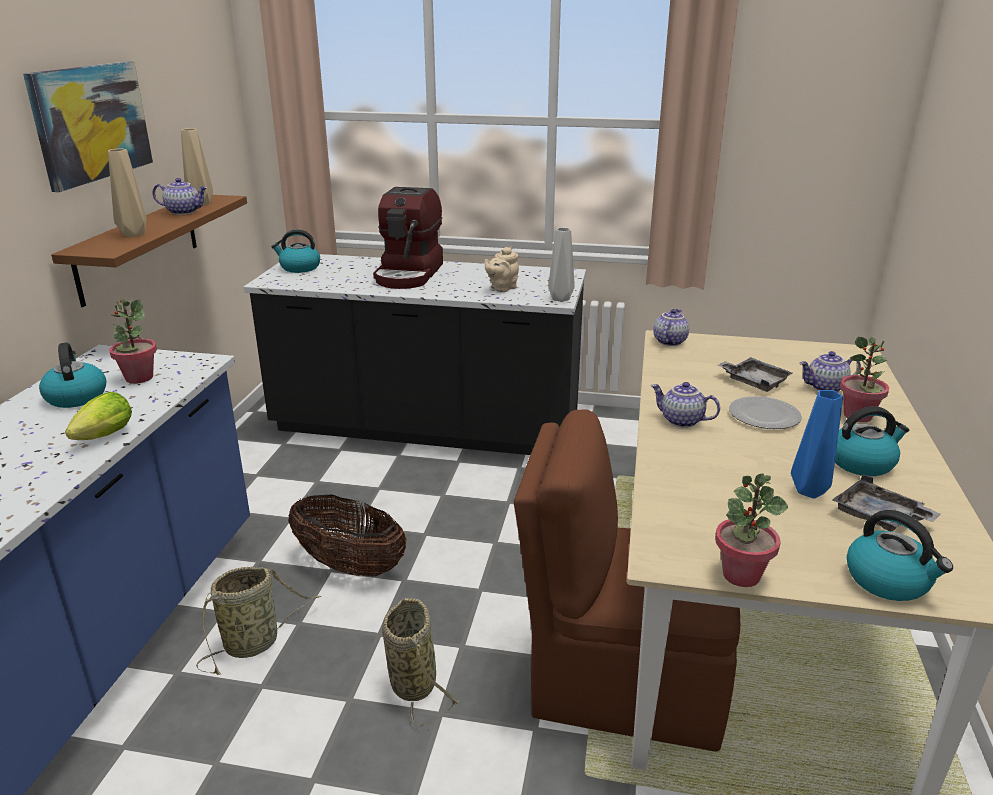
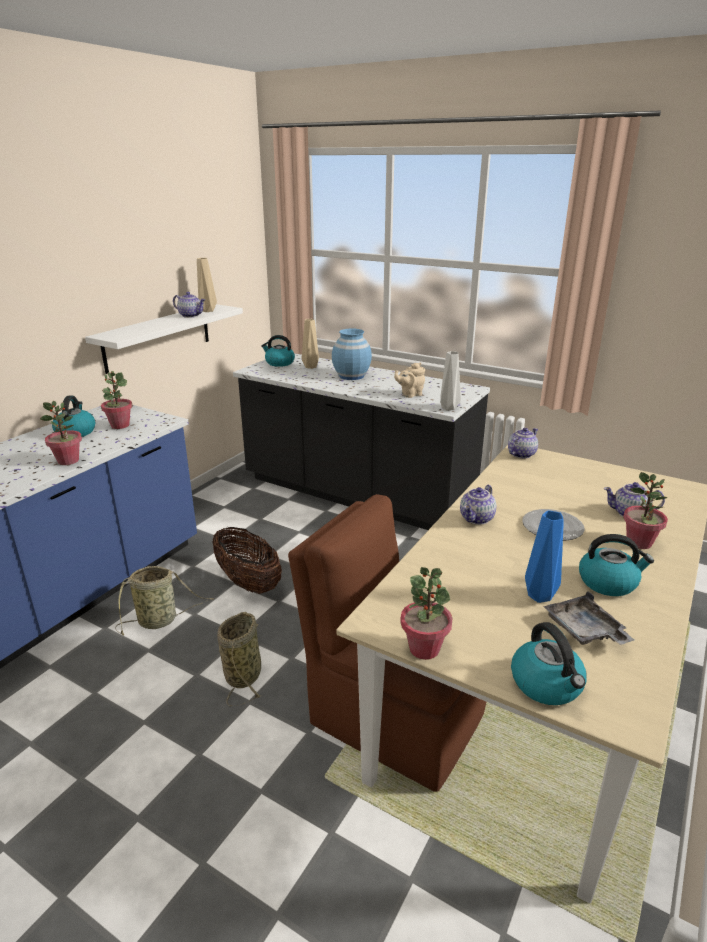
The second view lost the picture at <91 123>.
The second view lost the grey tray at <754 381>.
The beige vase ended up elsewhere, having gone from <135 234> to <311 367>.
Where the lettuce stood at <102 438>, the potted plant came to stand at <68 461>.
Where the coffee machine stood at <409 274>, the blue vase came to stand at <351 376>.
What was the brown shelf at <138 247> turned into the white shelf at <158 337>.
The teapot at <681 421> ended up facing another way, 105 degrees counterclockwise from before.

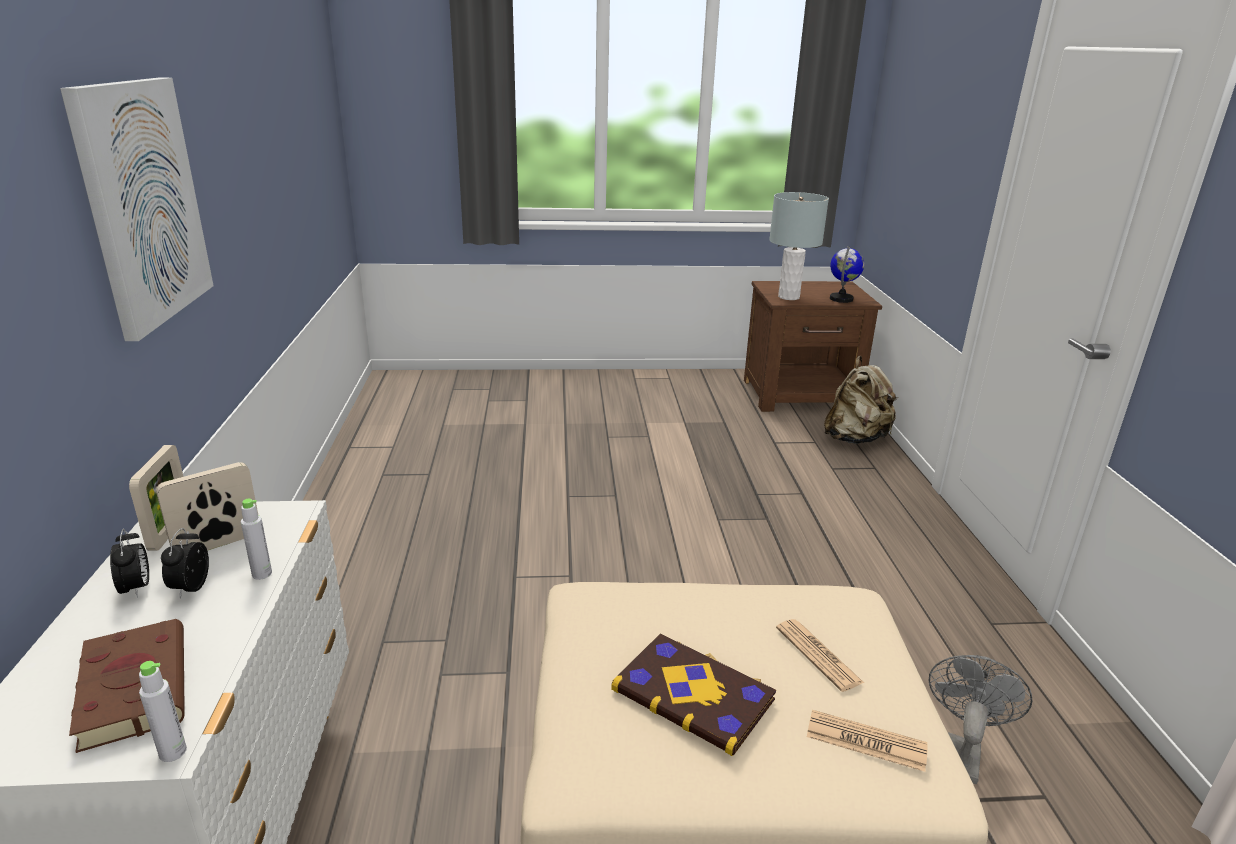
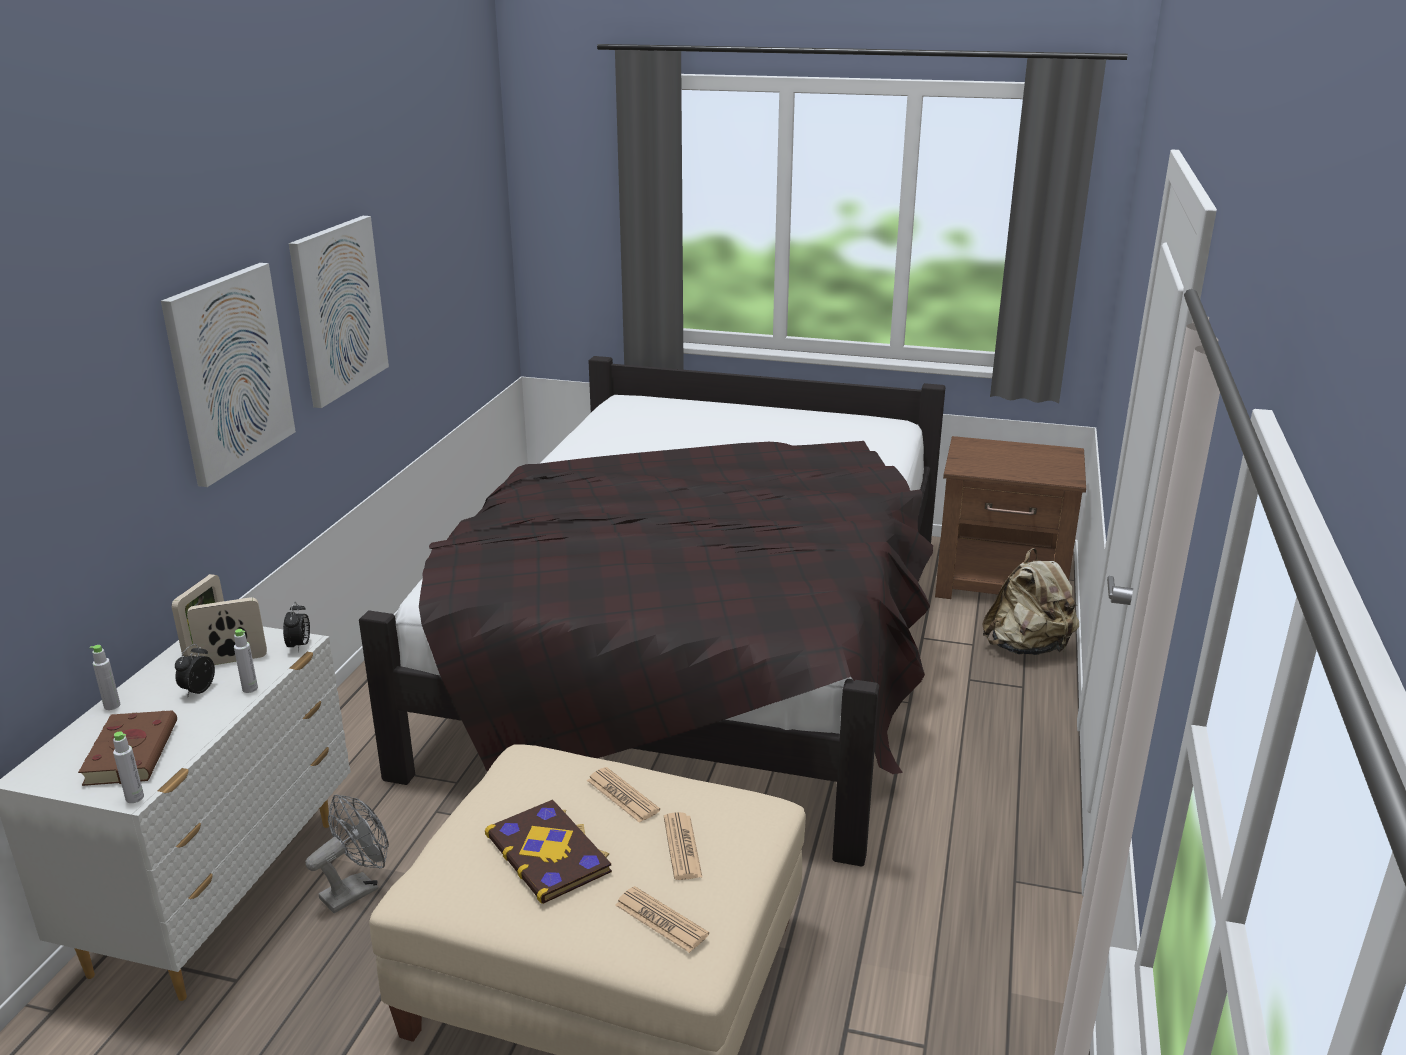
The second view lost the grey table lamp at <789 297>.
The second view lost the globe at <841 299>.
The second view gained the grey bottle at <112 706>.
The second view gained the picture at <338 309>.
The second view gained the black bed at <701 651>.
The second view gained the newspaper at <622 796>.
The alarm clock ended up elsewhere, having gone from <136 588> to <299 646>.
The grey fan ended up elsewhere, having gone from <961 752> to <357 889>.

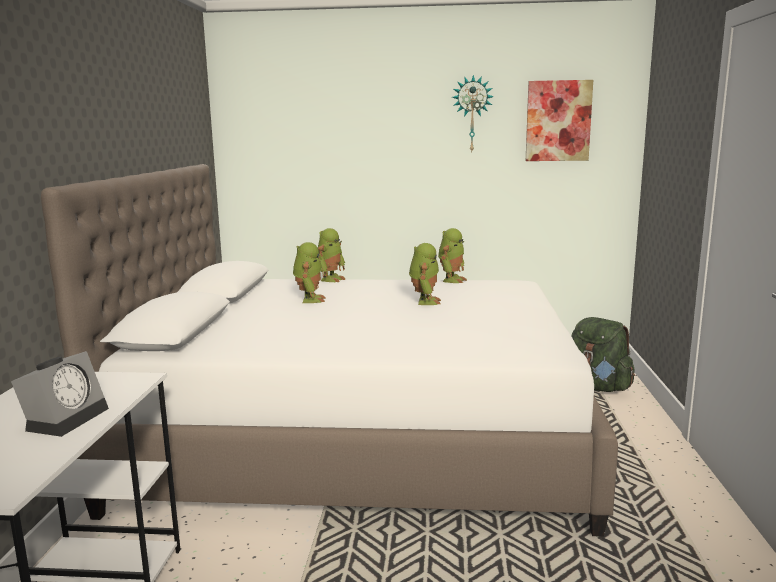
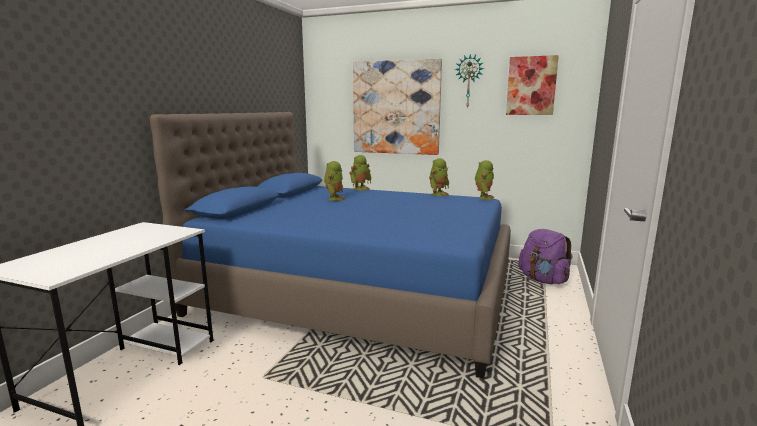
The second view lost the alarm clock at <67 418>.
The second view gained the picture at <396 108>.
The toy robot ended up elsewhere, having gone from <424 301> to <483 197>.
What was the white bed at <361 438> turned into the blue bed at <358 292>.
What was the green backpack at <596 387> turned into the purple backpack at <543 280>.

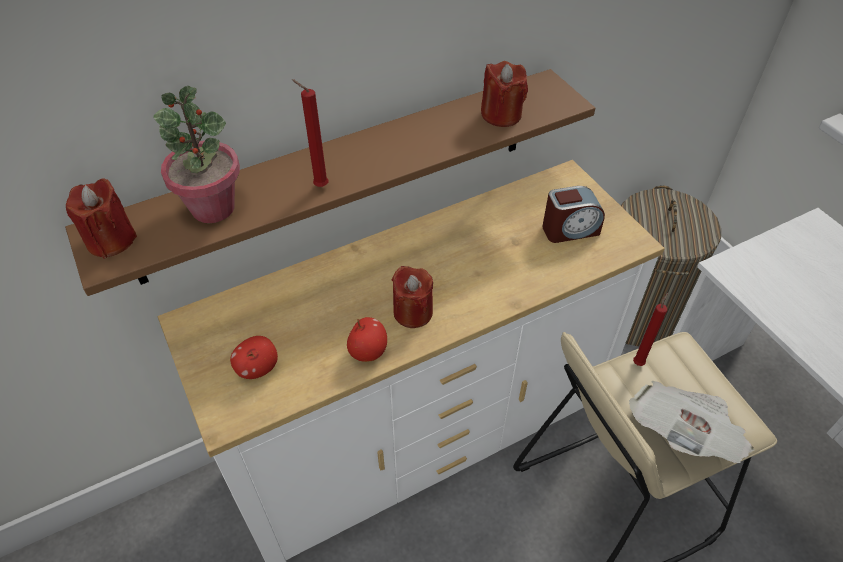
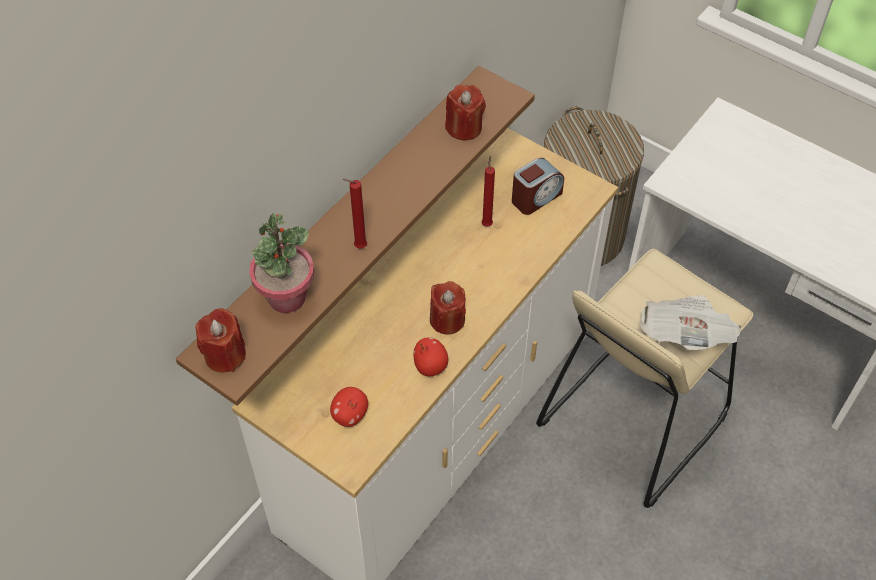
The red candle ended up elsewhere, having gone from <639 362> to <487 223>.

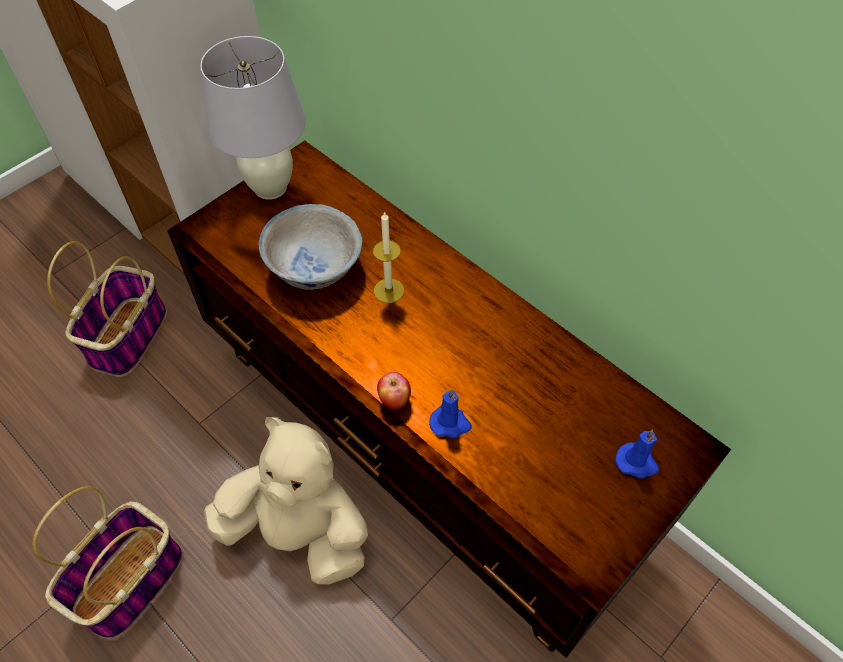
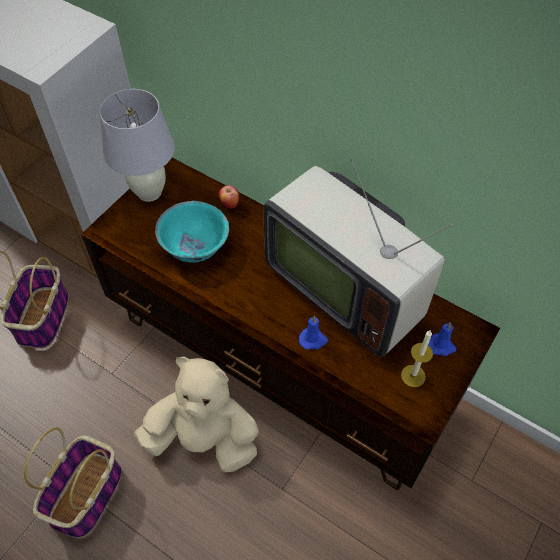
The second view gained the television at <346 287>.
The candle ended up elsewhere, having gone from <388 290> to <413 376>.
The apple ended up elsewhere, having gone from <394 400> to <229 204>.
What was the white bowl at <314 266> turned into the turquoise bowl at <194 245>.

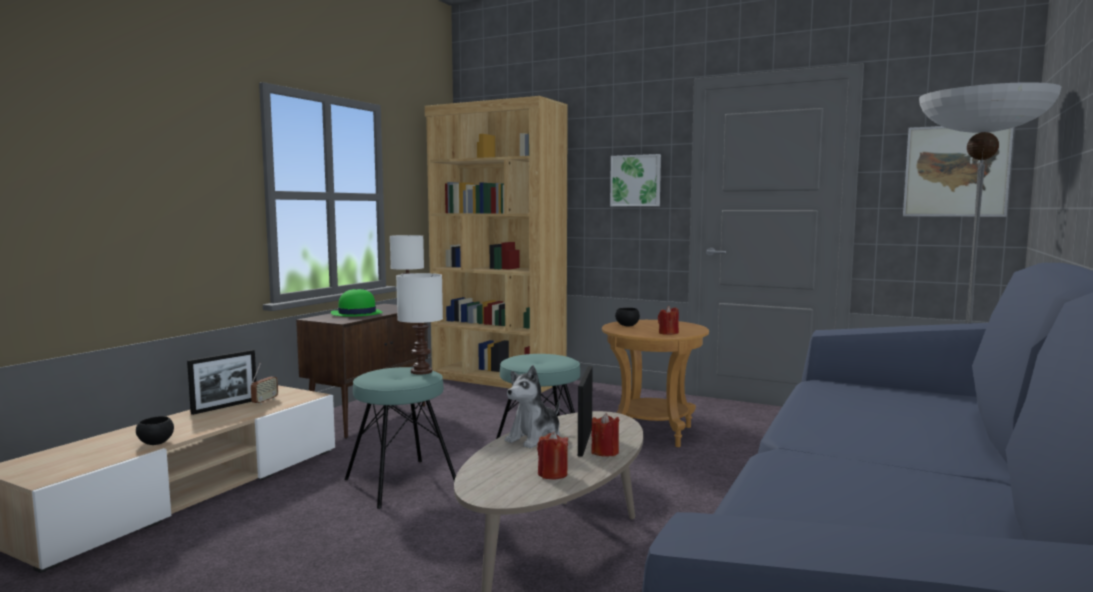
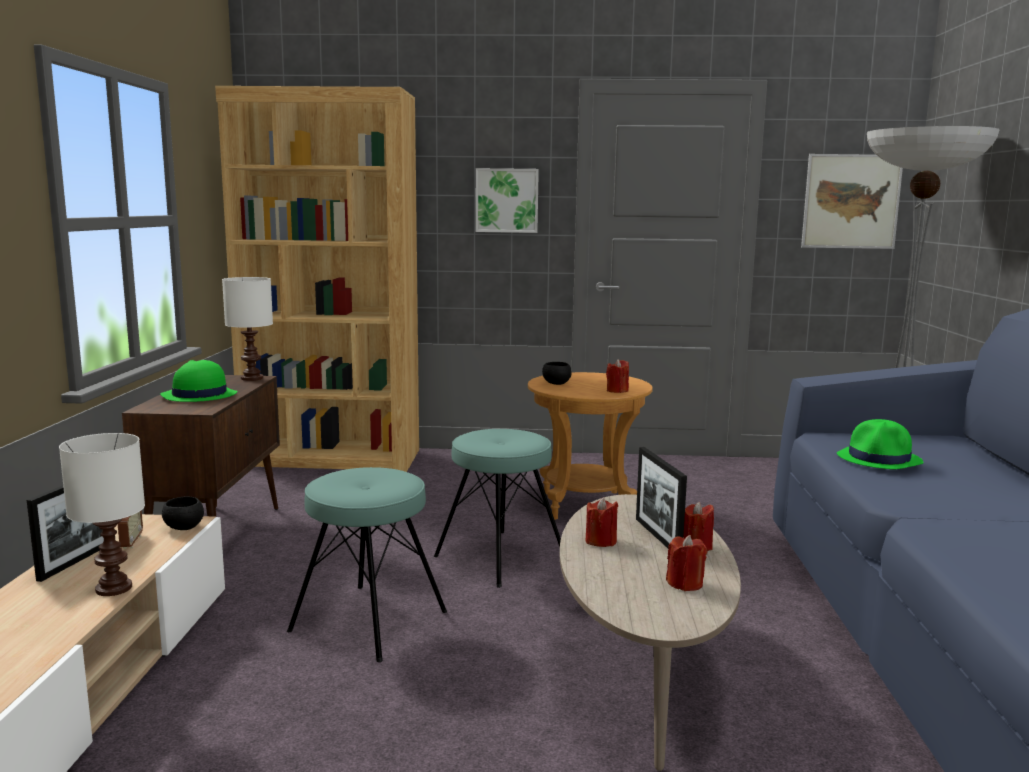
The second view gained the green hat at <879 459>.
The black bowl ended up elsewhere, having gone from <156 443> to <184 528>.
The white table lamp ended up elsewhere, having gone from <422 372> to <115 589>.
Where the plush toy stood at <535 438>, the red candle came to stand at <601 541>.

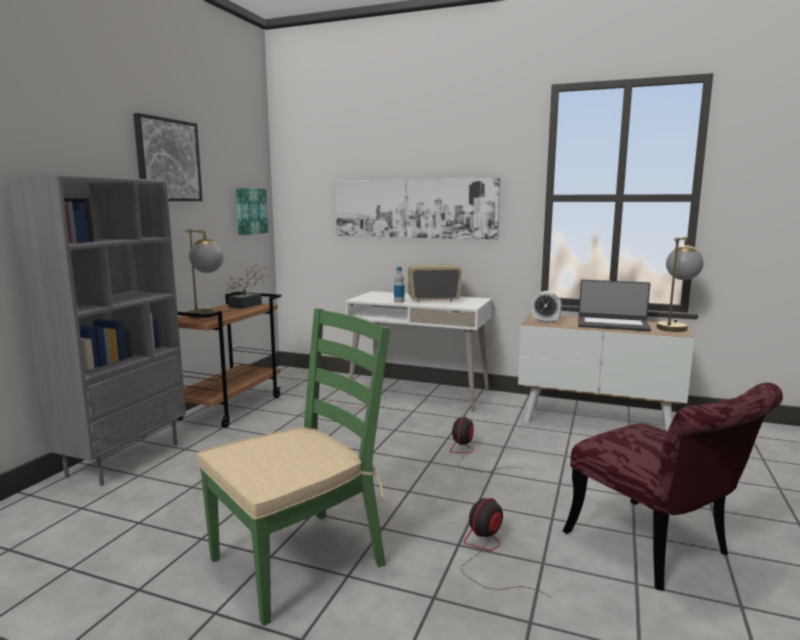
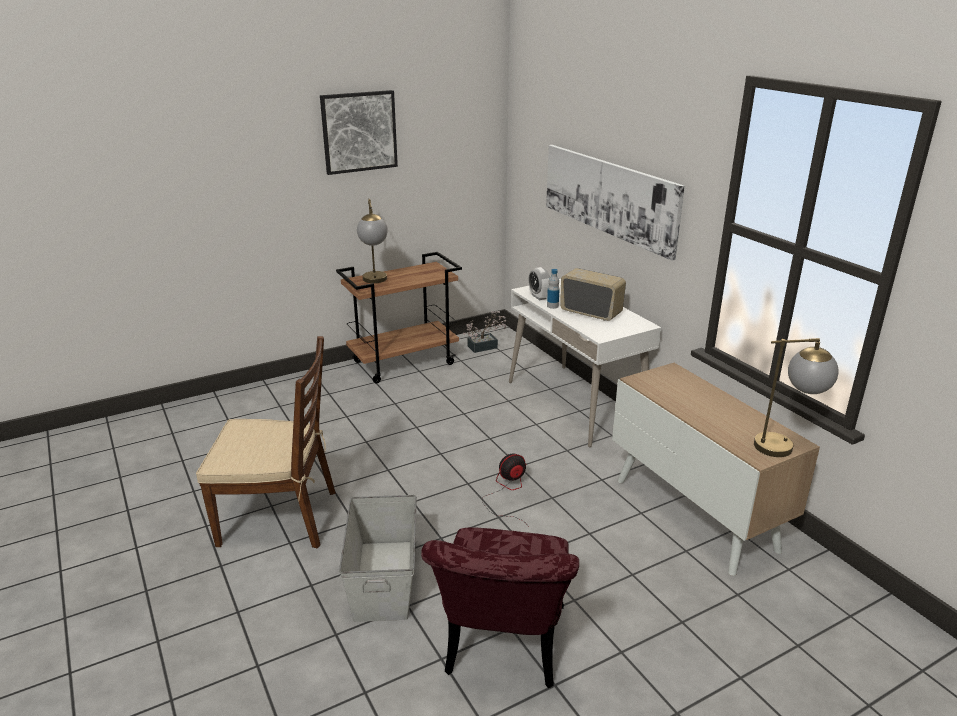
The second view lost the grey bookcase at <124 459>.
The second view lost the picture at <250 211>.
The second view lost the laptop at <612 324>.
The potted plant ended up elsewhere, having gone from <248 305> to <485 346>.
The alarm clock ended up elsewhere, having gone from <545 321> to <539 297>.
Where the fan stood at <488 554>, the grey storage box came to stand at <384 578>.
What was the green chair at <299 561> turned into the brown chair at <280 517>.

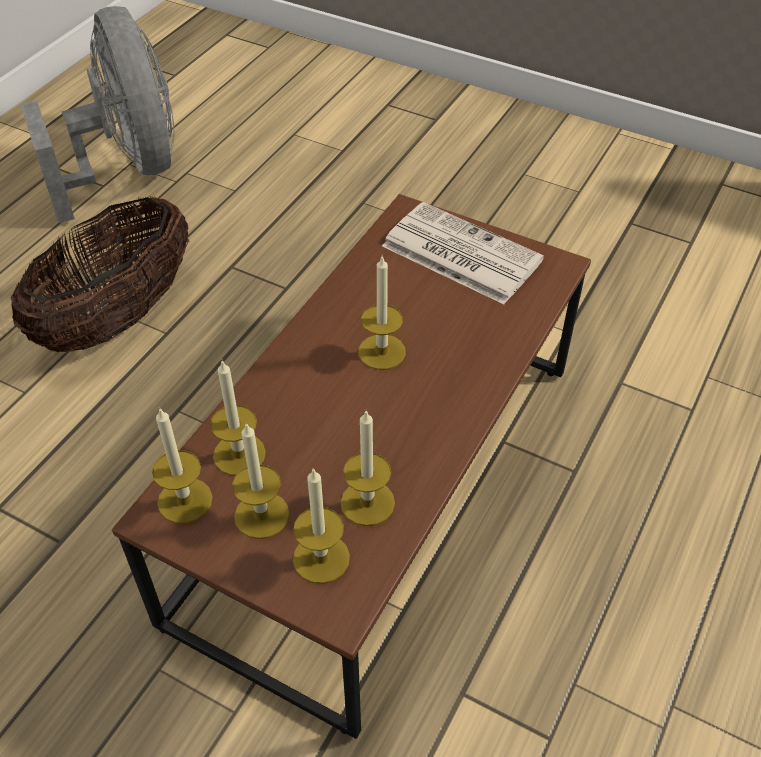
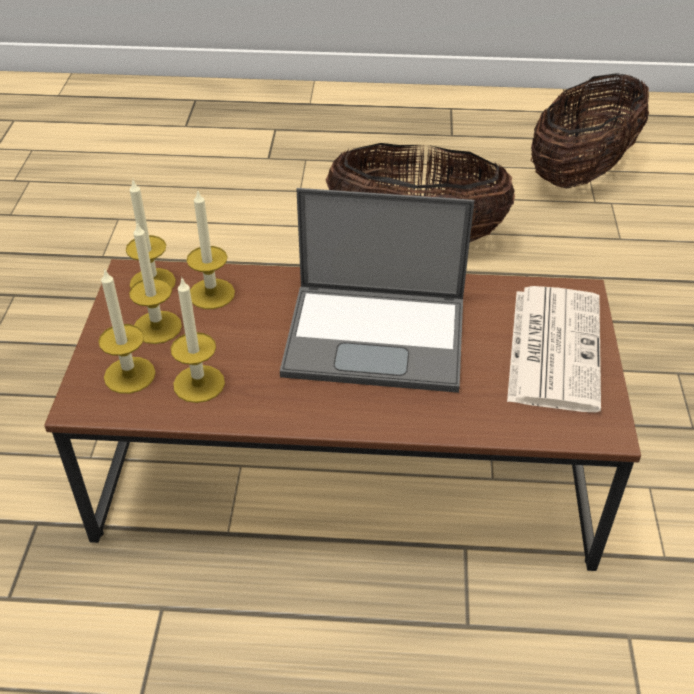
Where the grey fan stood at <128 169>, the basket came to stand at <581 172>.
Where the candle stood at <381 352>, the laptop came to stand at <378 336>.

